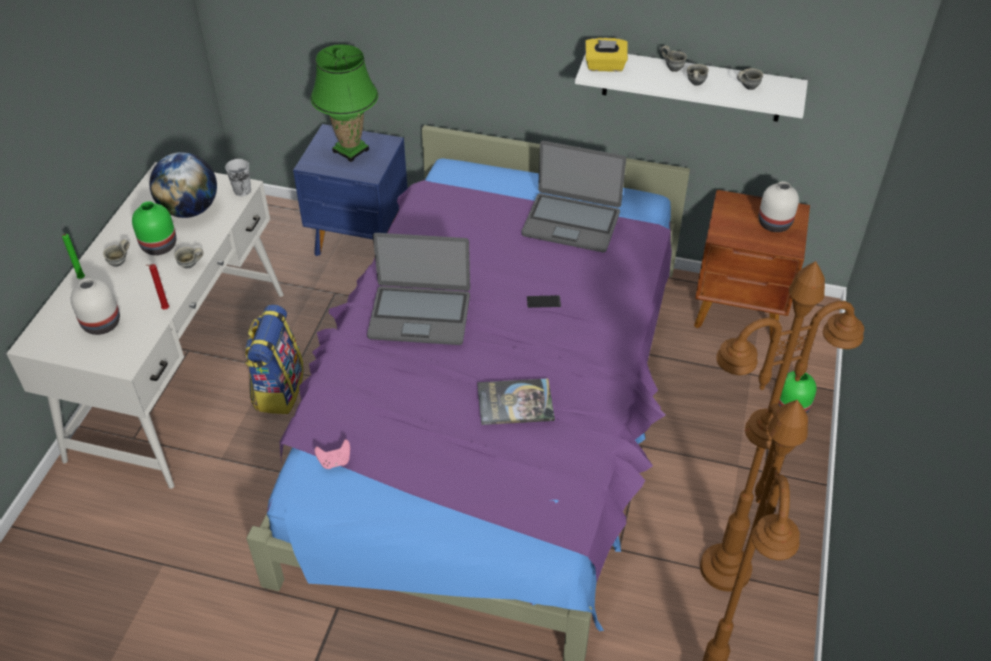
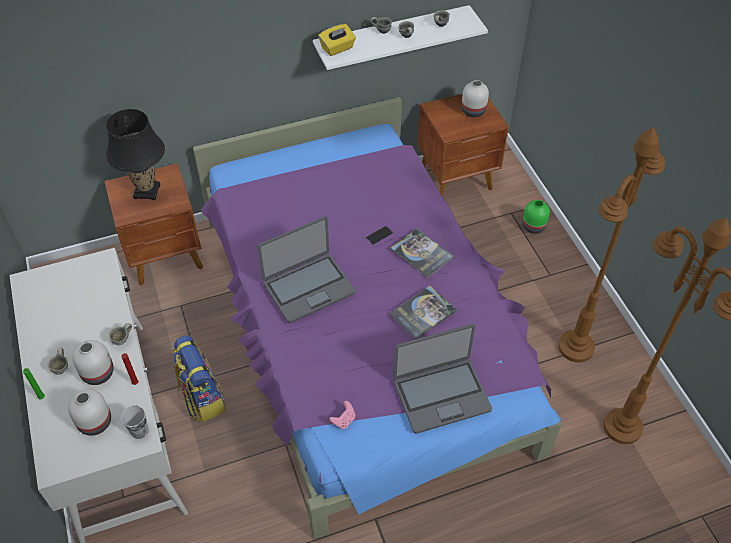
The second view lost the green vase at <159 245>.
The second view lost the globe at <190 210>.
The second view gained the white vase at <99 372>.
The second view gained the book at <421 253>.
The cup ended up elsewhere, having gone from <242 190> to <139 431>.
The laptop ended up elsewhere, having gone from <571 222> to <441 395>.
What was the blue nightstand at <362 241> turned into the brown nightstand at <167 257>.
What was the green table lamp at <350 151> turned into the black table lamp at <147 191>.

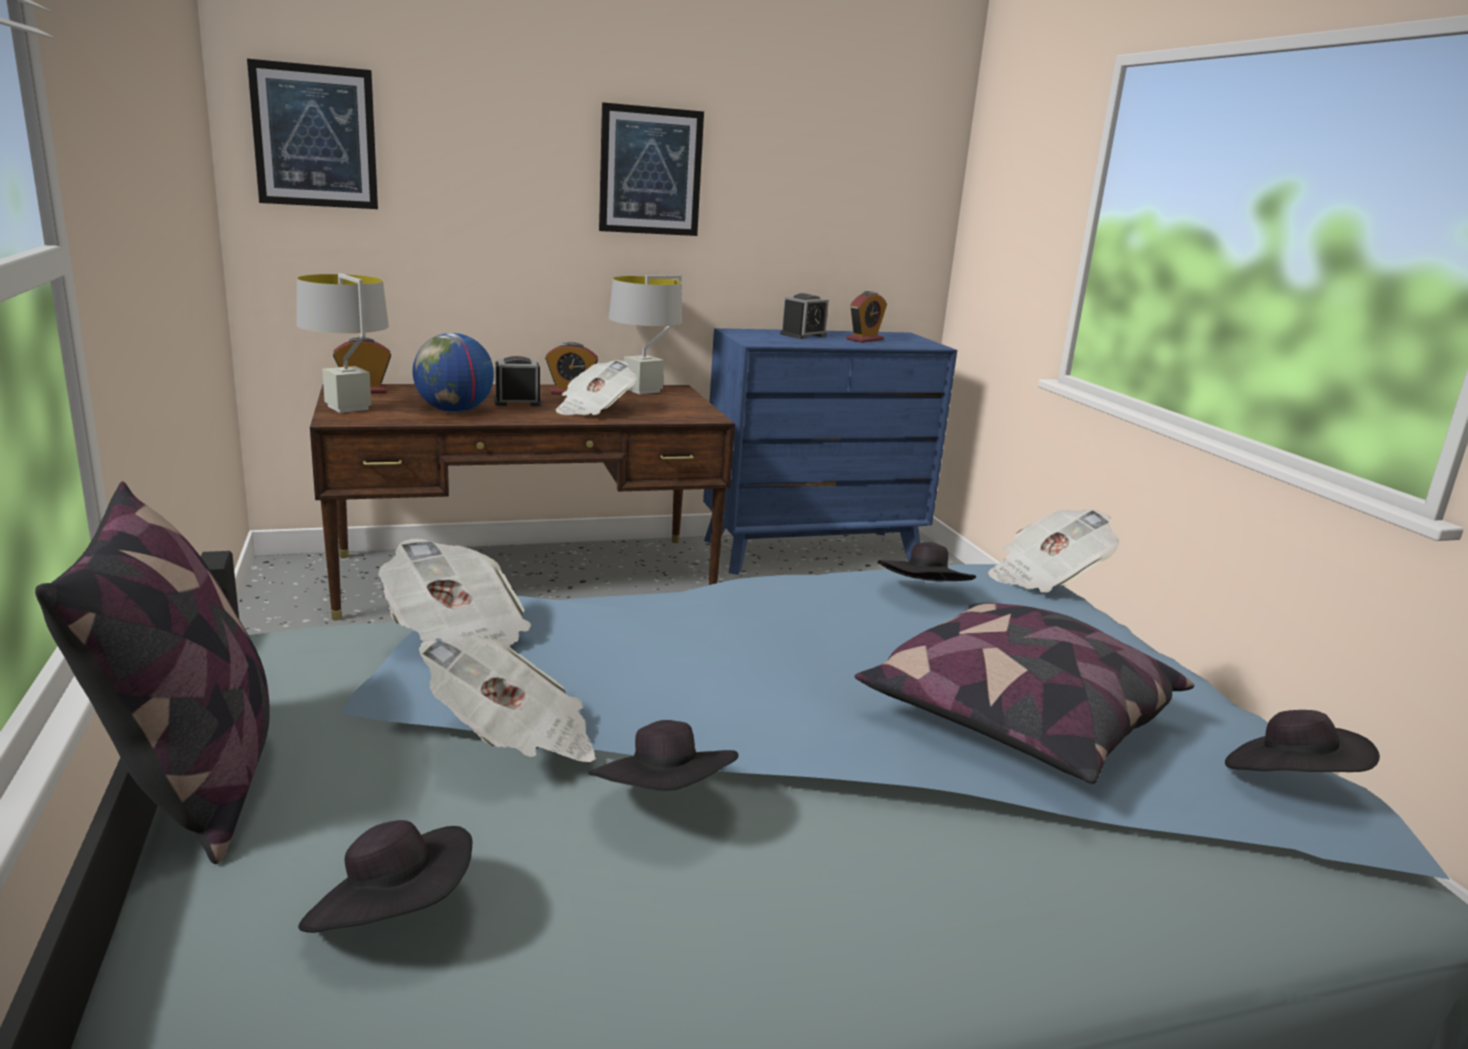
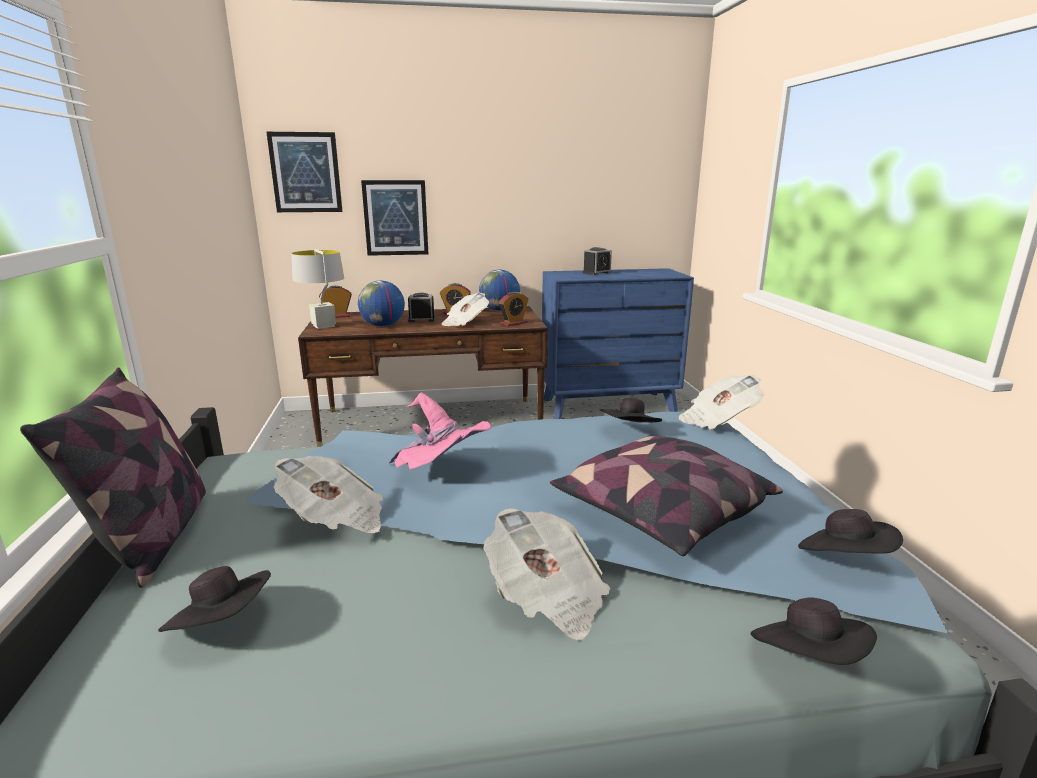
The second view gained the pink hat at <441 473>.
The newspaper ended up elsewhere, having gone from <457 636> to <547 597>.
The black hat ended up elsewhere, having gone from <664 800> to <808 658>.
The picture ended up elsewhere, having gone from <650 171> to <395 218>.
The alarm clock ended up elsewhere, having gone from <864 339> to <513 323>.
Where the grey table lamp stood at <643 390>, the globe came to stand at <499 310>.

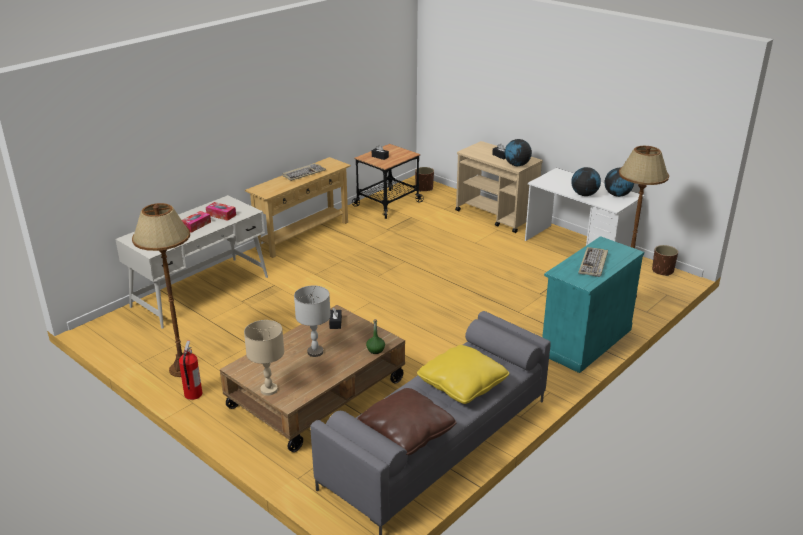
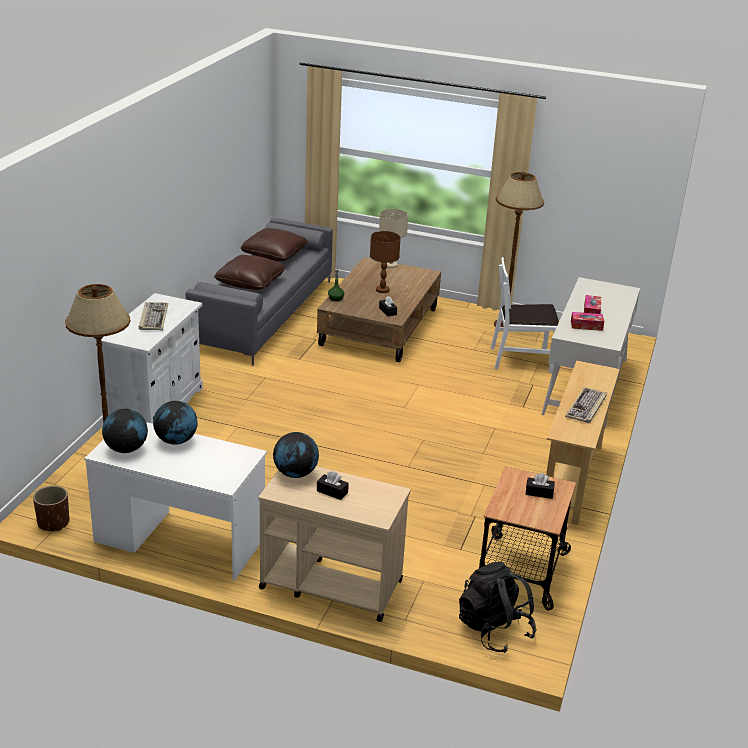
The second view lost the fire extinguisher at <193 394>.
The second view gained the white chair at <521 359>.
Where the brown planter stood at <424 188>, the black backpack came to stand at <494 630>.
What was the grey table lamp at <315 352> turned into the brown table lamp at <382 290>.
What was the yellow pillow at <462 384> turned into the brown pillow at <250 282>.
What was the turquoise cabinet at <585 341> turned into the white cabinet at <156 408>.

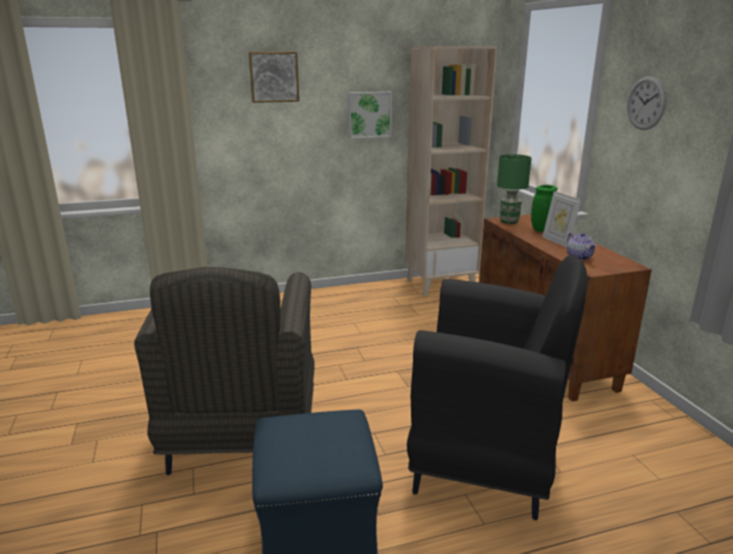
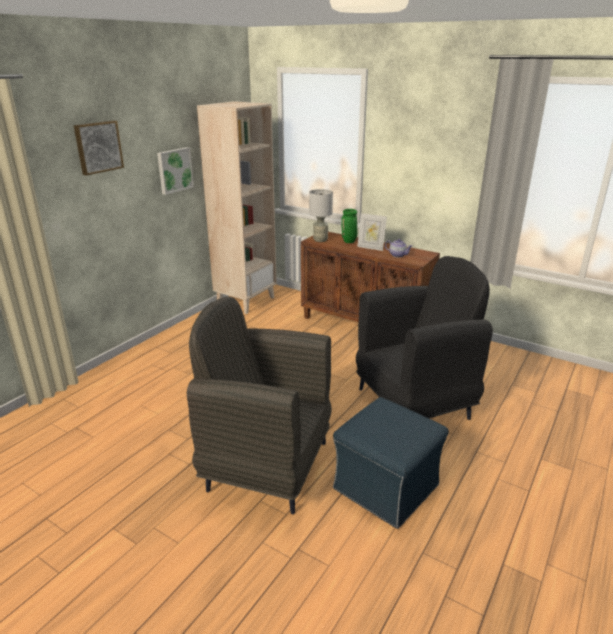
The second view lost the wall clock at <646 103>.
What was the green table lamp at <509 221> turned into the grey table lamp at <320 240>.
The grey armchair at <242 440> ended up facing another way, 150 degrees clockwise from before.

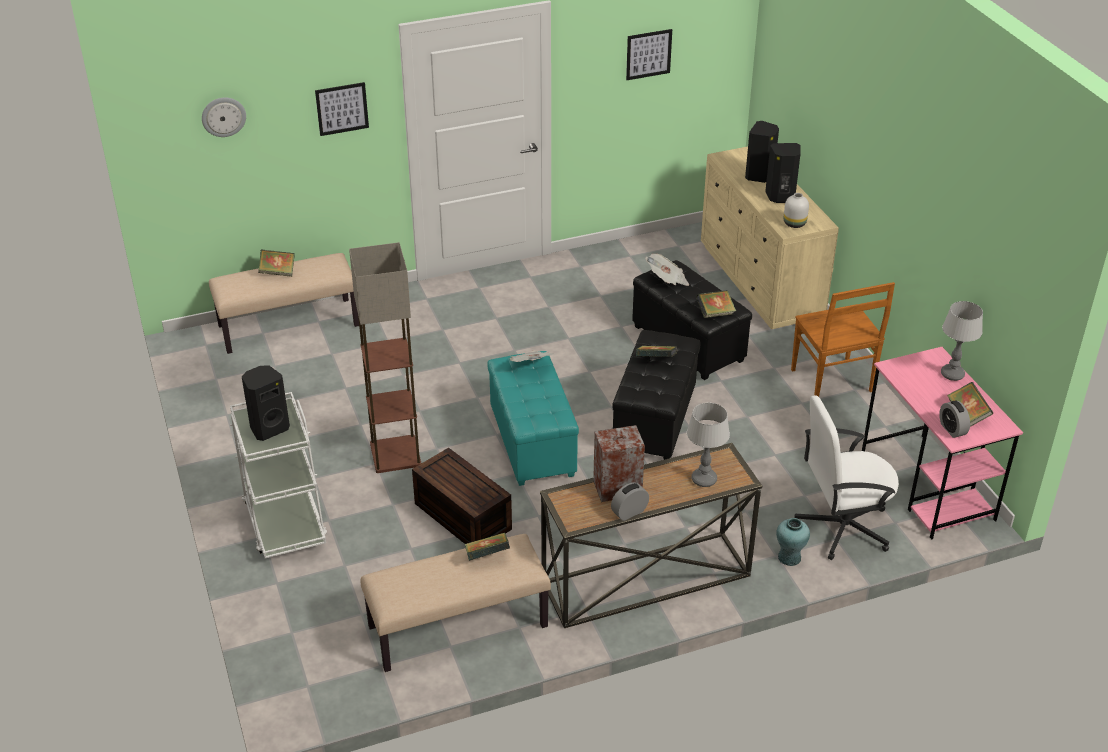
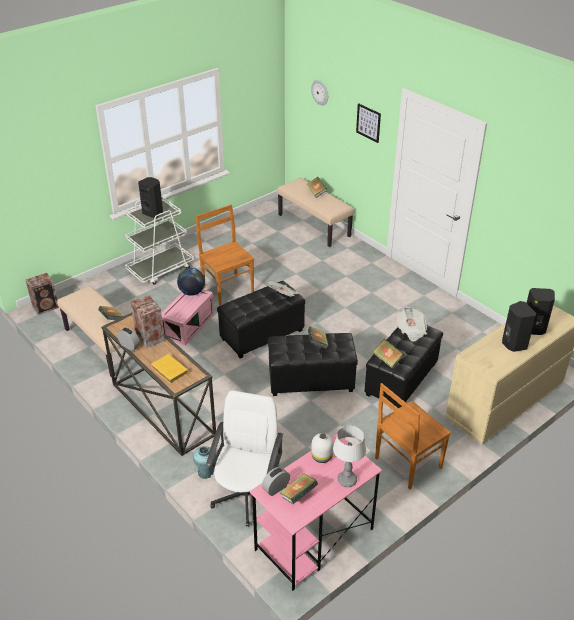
The second view lost the picture at <648 54>.
The second view gained the speaker at <46 307>.
The second view gained the globe at <192 292>.
The white vase ended up elsewhere, having gone from <794 224> to <321 456>.
Where the floor lamp stood at <394 454>, the brown chair came to stand at <227 289>.
Where the table lamp stood at <704 480>, the yellow book came to stand at <170 371>.
What was the brown storage box at <460 516> turned into the pink storage box at <188 324>.
What was the turquoise ottoman at <531 443> turned into the black ottoman at <262 335>.
The white office chair at <841 527> ended up facing another way, 45 degrees clockwise from before.

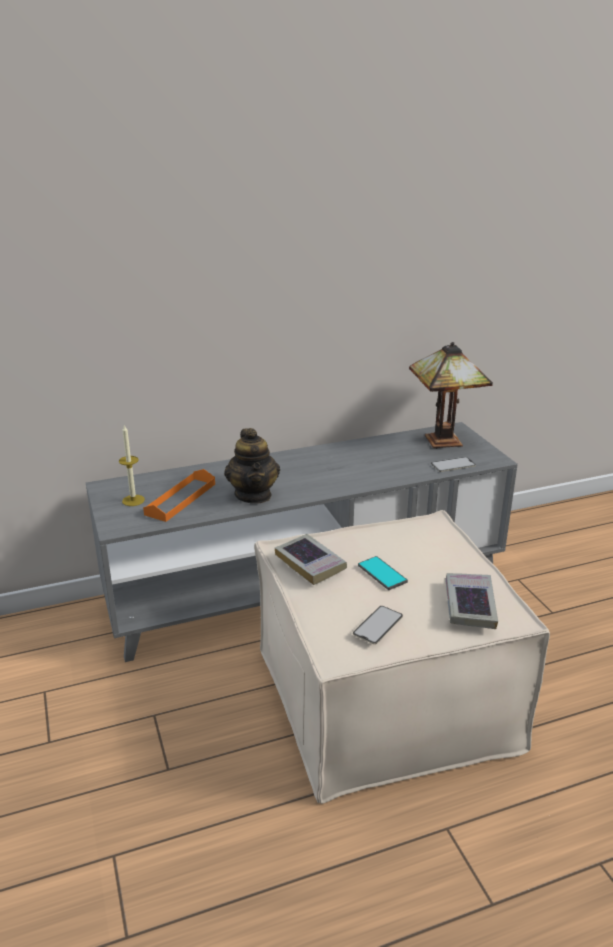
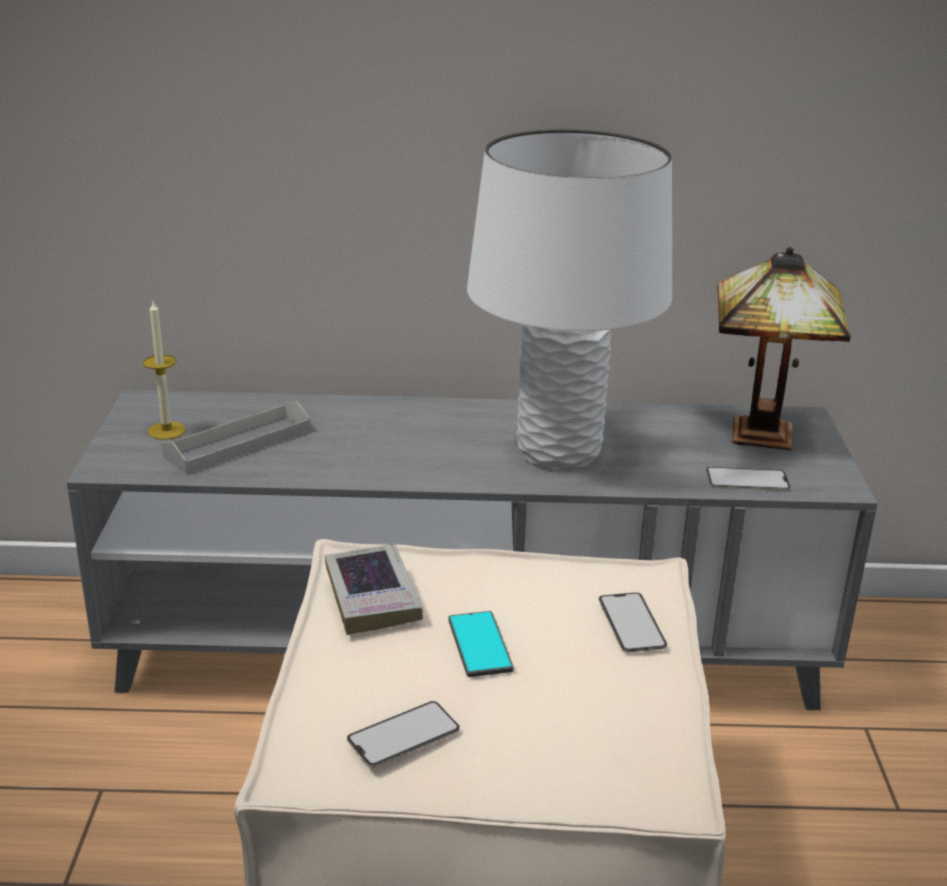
The second view lost the teapot at <253 495>.
The second view lost the book at <469 605>.
The second view gained the white table lamp at <558 452>.
The second view gained the phone at <631 623>.
What was the orange tray at <180 499> turned into the grey tray at <238 443>.

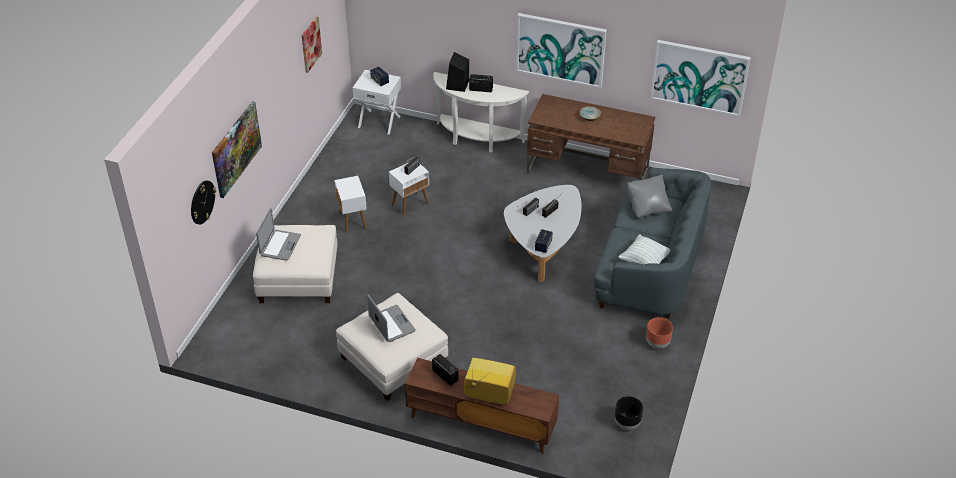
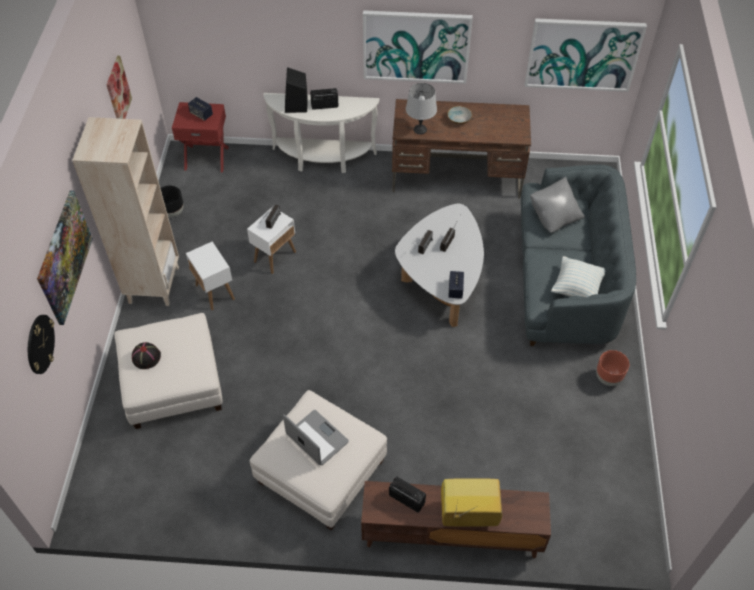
The second view gained the beige bookcase at <153 284>.
The second view gained the grey table lamp at <420 129>.
The black planter ended up elsewhere, having gone from <626 424> to <172 212>.
Where the laptop stood at <280 245>, the black hat came to stand at <146 357>.
What was the white nightstand at <379 121> turned into the red nightstand at <207 158>.

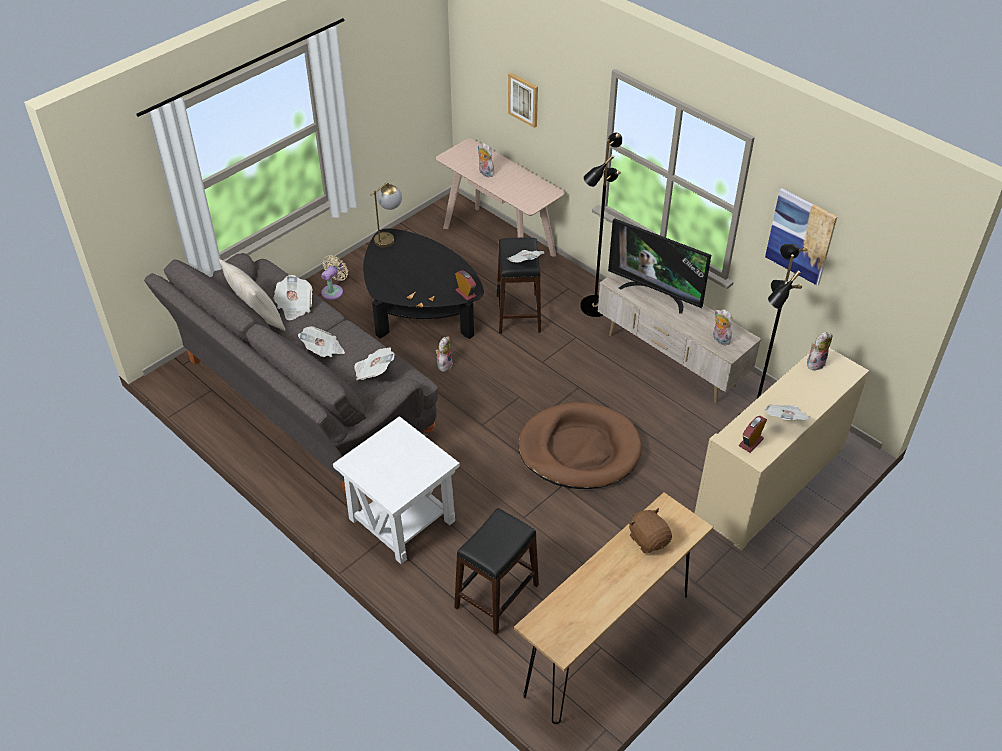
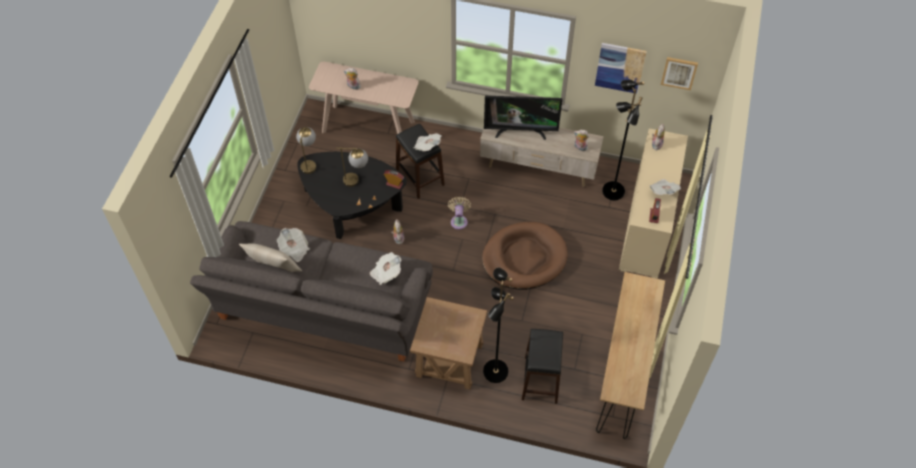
The second view lost the newspaper at <323 350>.
The second view lost the brown plush toy at <648 539>.
The second view gained the table lamp at <356 180>.
The beige fan ended up elsewhere, having gone from <334 291> to <459 220>.
The picture ended up elsewhere, having gone from <523 99> to <679 72>.
The black floor lamp ended up elsewhere, having gone from <594 306> to <494 371>.
What was the white side table at <401 520> turned into the brown side table at <449 360>.

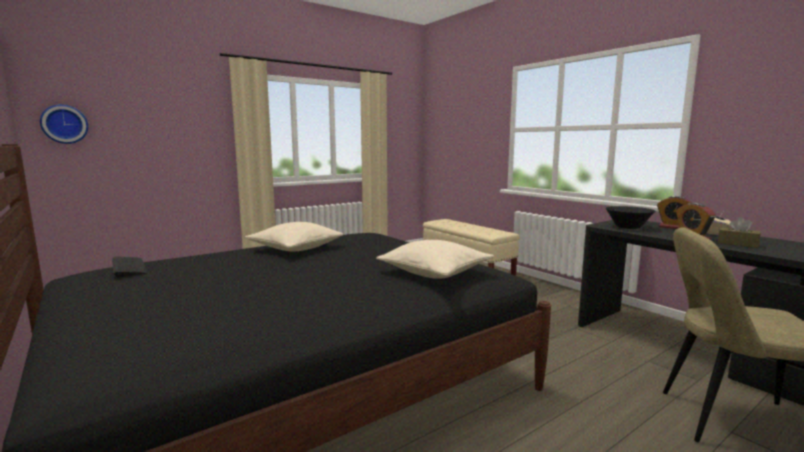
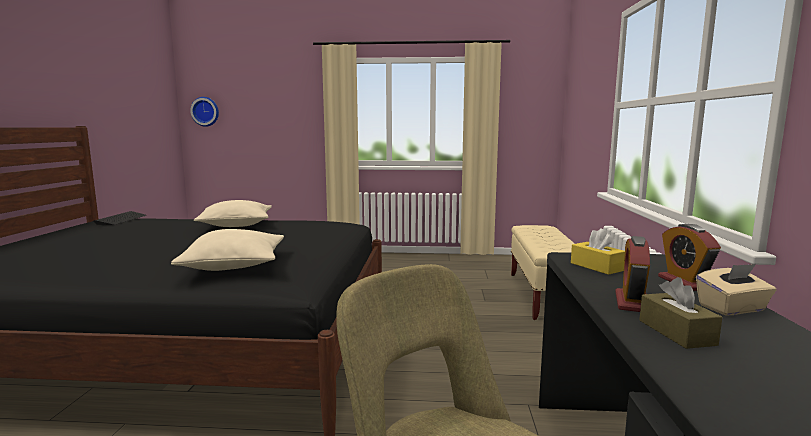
Where the black bowl stood at <628 227>, the yellow tissue box came to stand at <596 266>.

